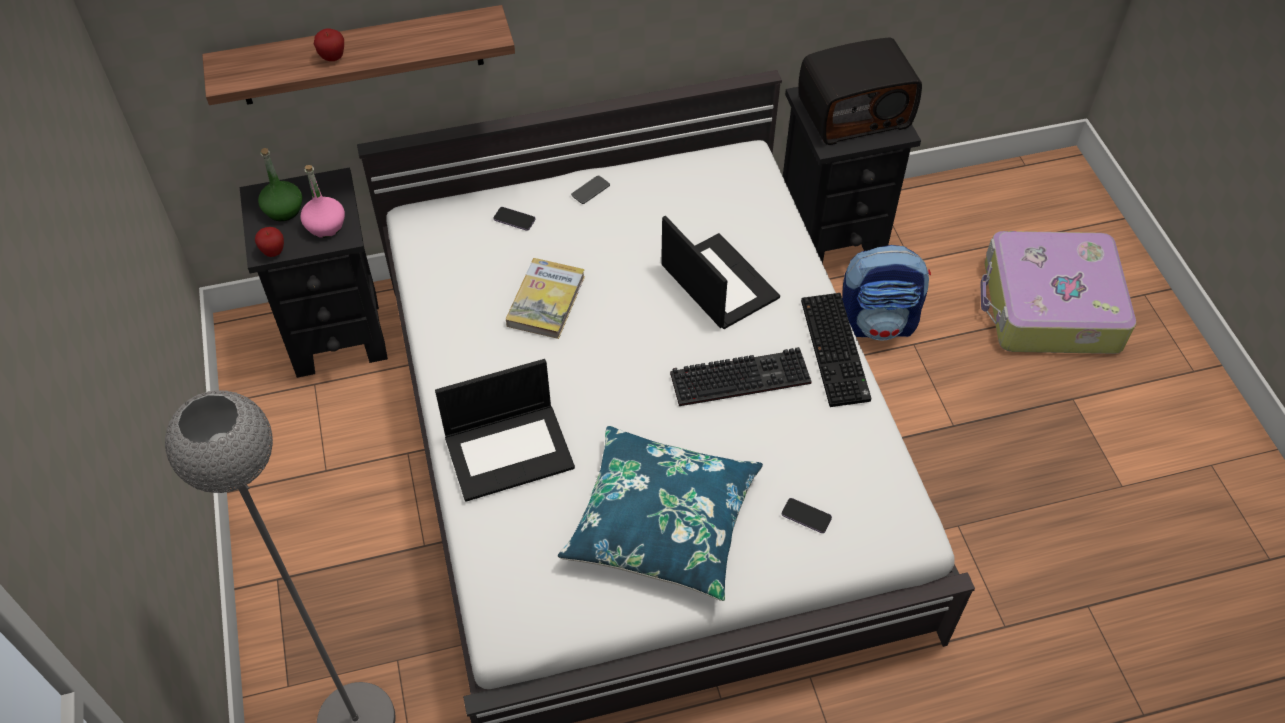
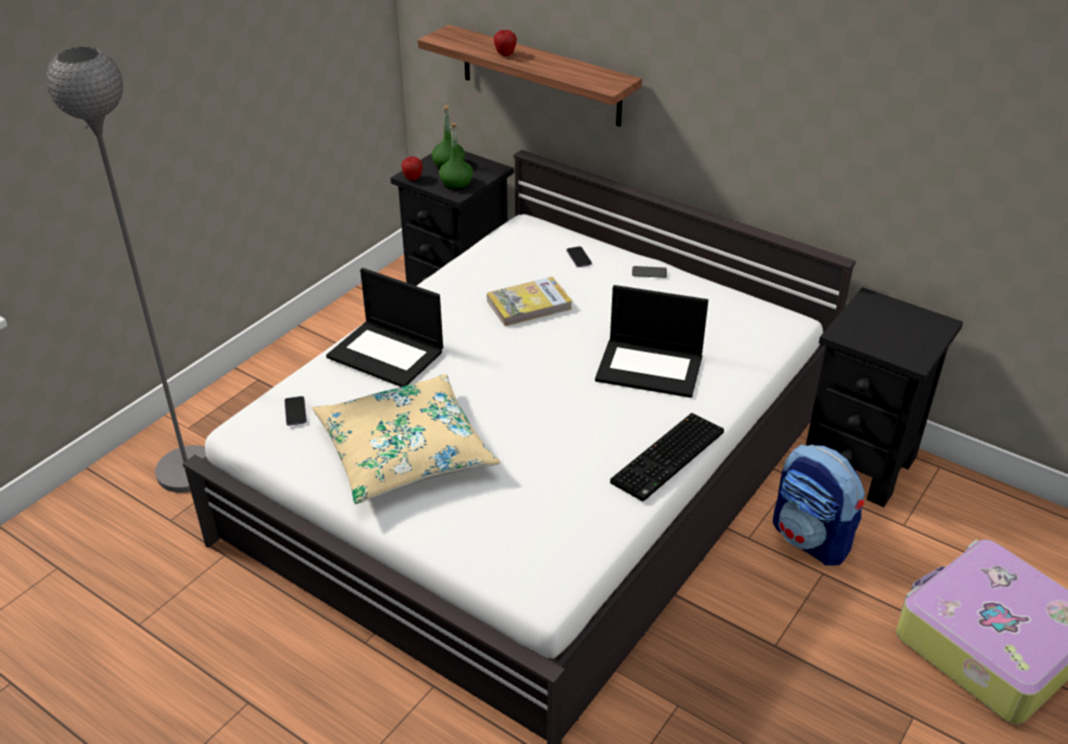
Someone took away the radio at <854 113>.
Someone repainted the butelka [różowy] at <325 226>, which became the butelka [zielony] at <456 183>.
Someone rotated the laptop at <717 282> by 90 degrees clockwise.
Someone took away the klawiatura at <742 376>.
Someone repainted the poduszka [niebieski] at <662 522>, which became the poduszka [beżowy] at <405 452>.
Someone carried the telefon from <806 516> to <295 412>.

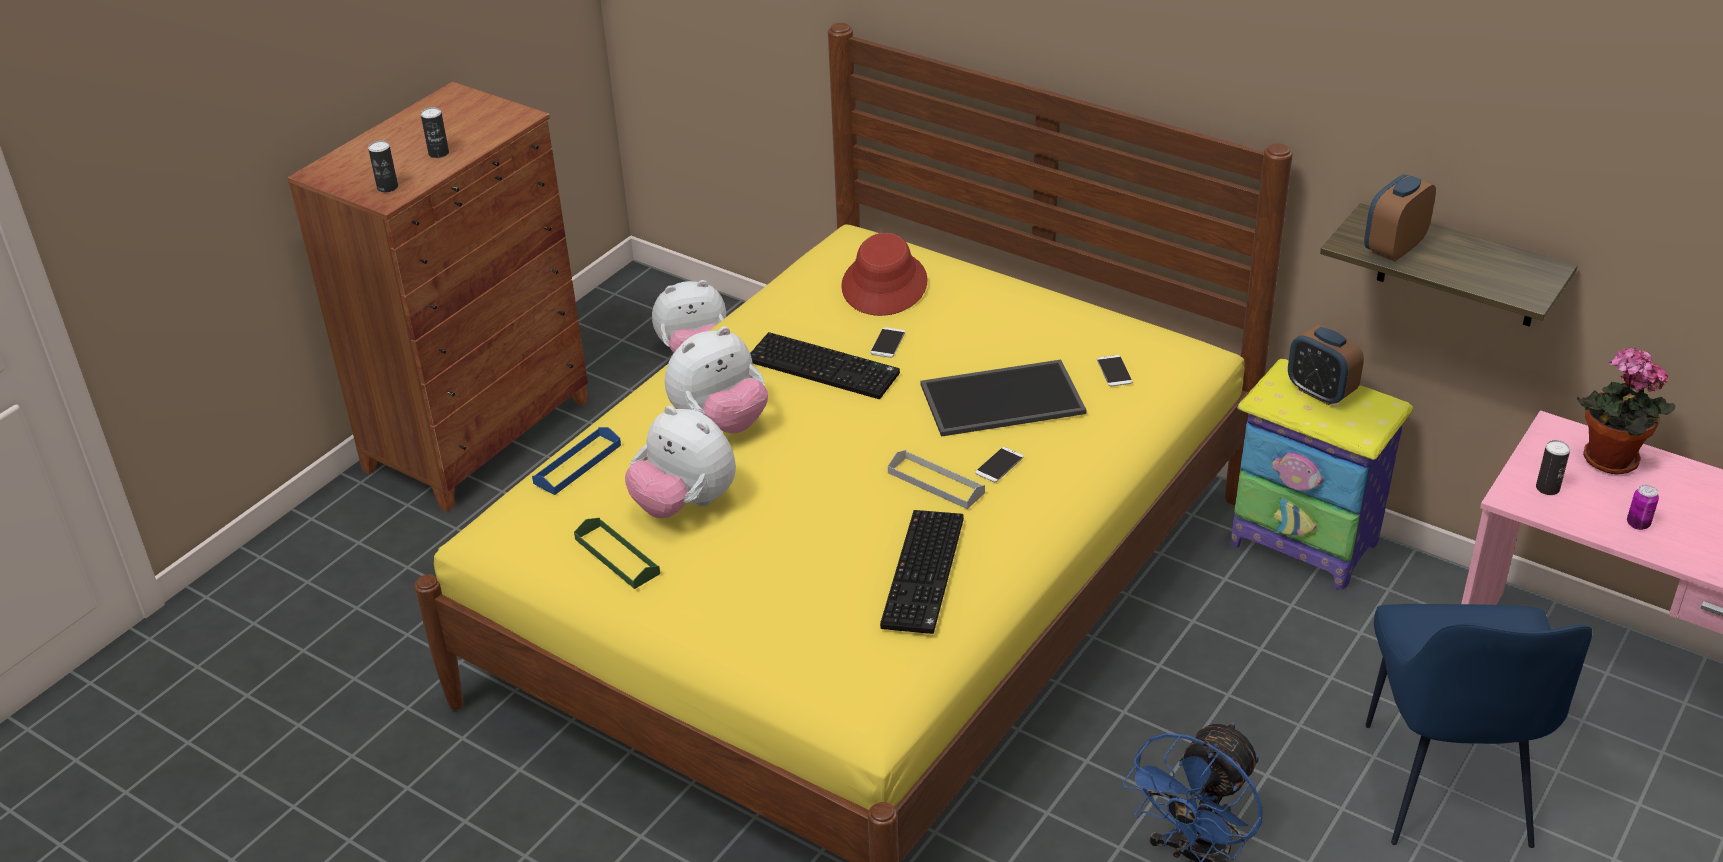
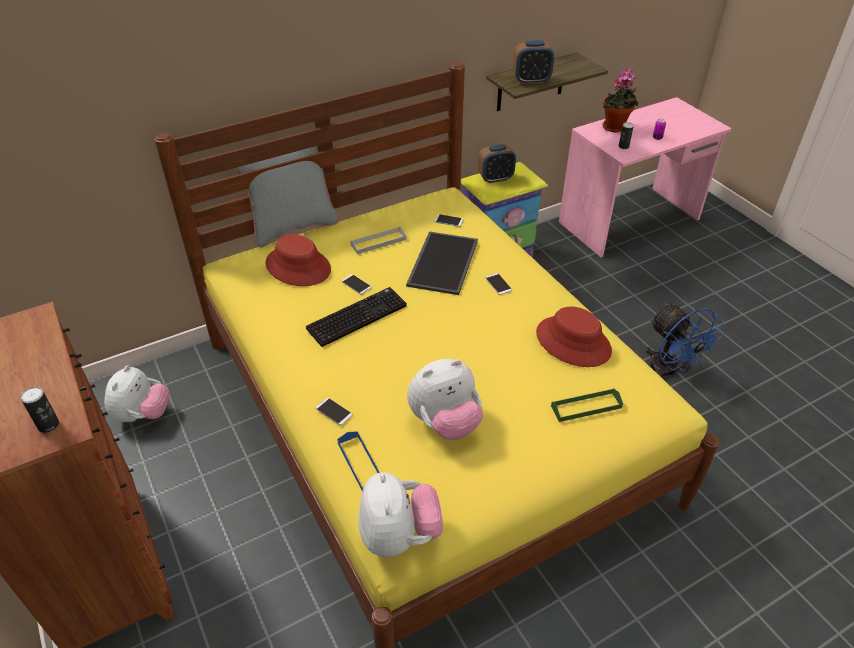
Someone took away the puszka at <438 153>.
Someone rotated the budzik at <1394 248> by 75 degrees counterclockwise.
Someone carried the pluszak from <720 422> to <399 536>.
Someone carried the taca [szary] from <936 483> to <378 242>.
Someone swapped the klawiatura at <925 574> for the kapelusz [czerwony] at <573 342>.
Someone carried the taca [zielony] from <617 556> to <586 407>.
Someone took away the krzesło [niebieski] at <1449 786>.
Someone put down the poduszka [szary] at <293 228>.
Someone put down the telefon at <333 412>.

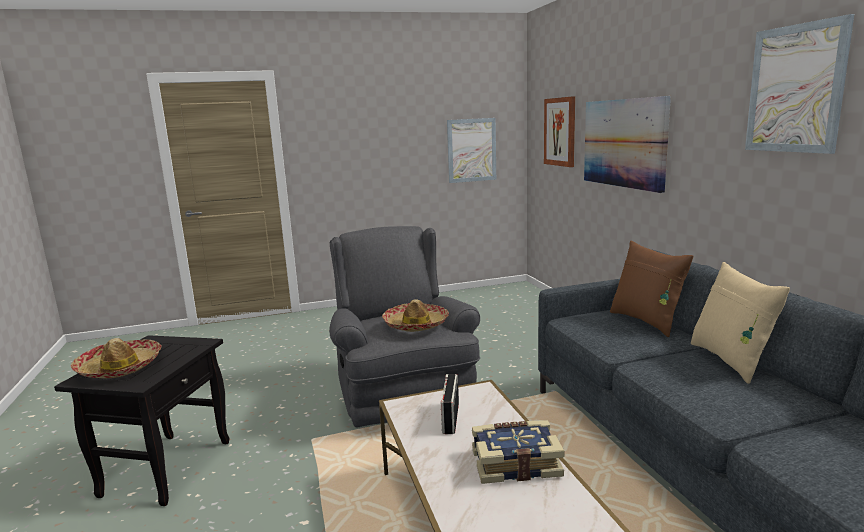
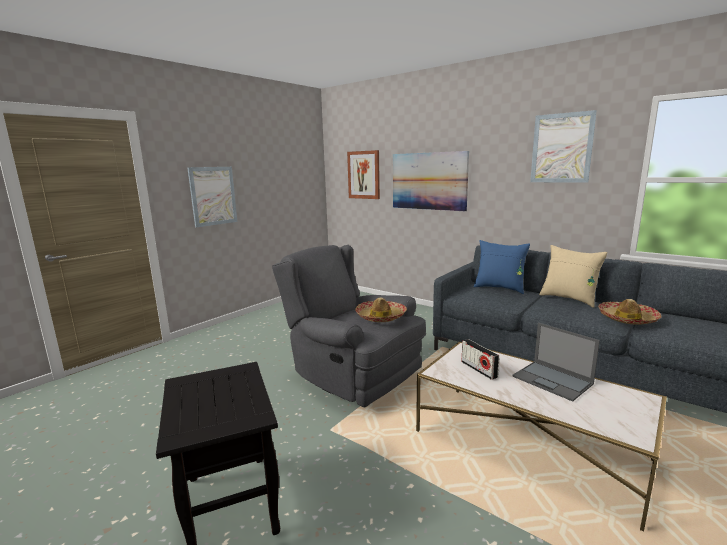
Someone carried the obraz from <471 150> to <213 196>.
Someone repainted the poduszka [brązowy] at <646 322>, which became the poduszka [niebieski] at <499 288>.
Someone carried the kapelusz from <120 367> to <627 319>.
Someone swapped the książka at <515 462> for the laptop at <553 380>.

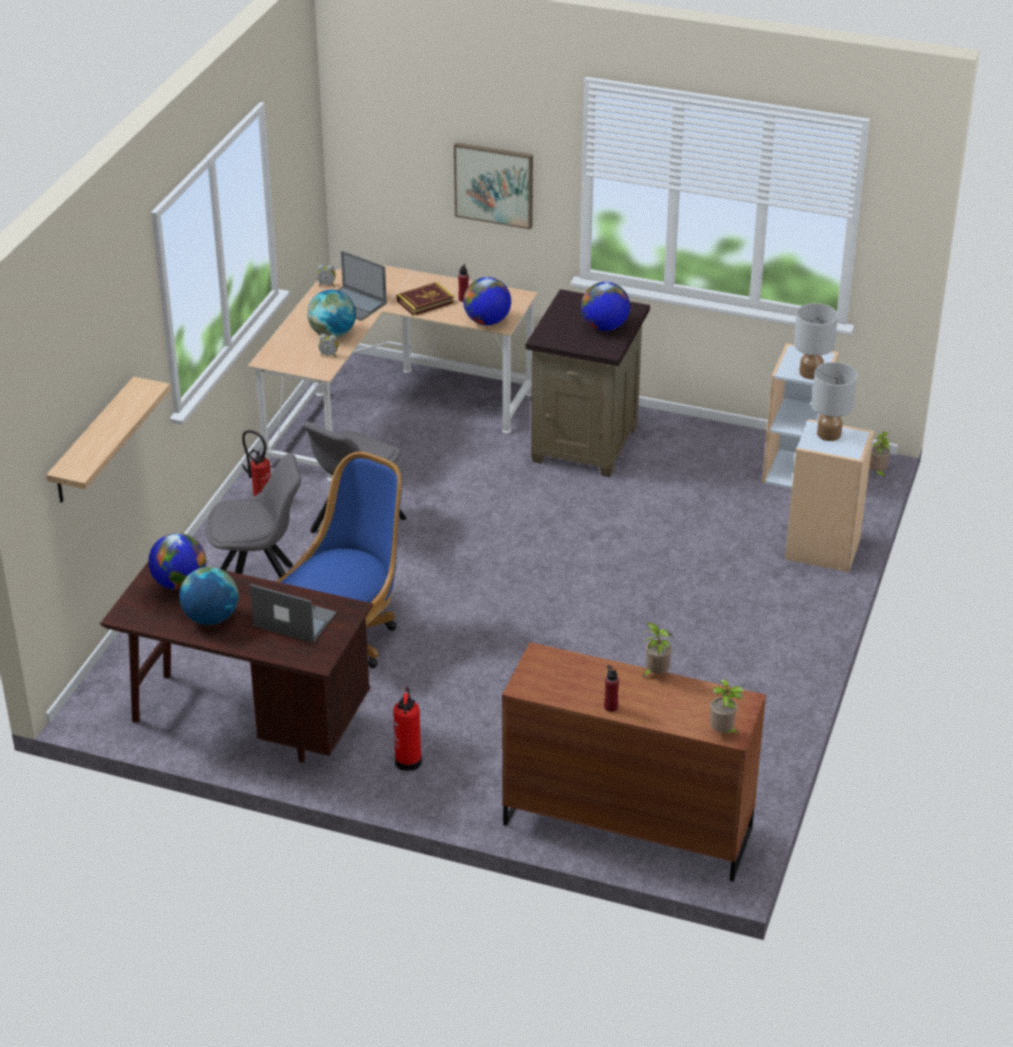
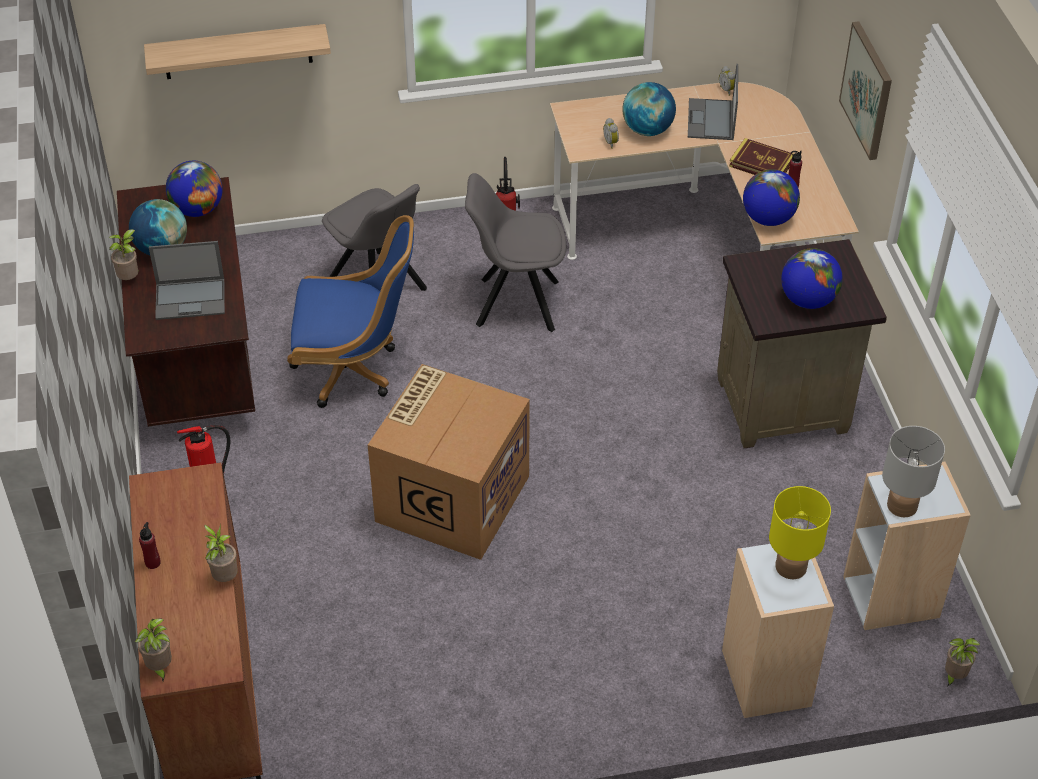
Someone repainted the lampa stołowa [szary] at <829 434>, which became the lampa stołowa [żółty] at <791 567>.
Someone rotated the laptop at <293 620> by 90 degrees clockwise.
Someone put down the roślina doniczkowa at <130 279>.
Someone put down the karton at <452 497>.

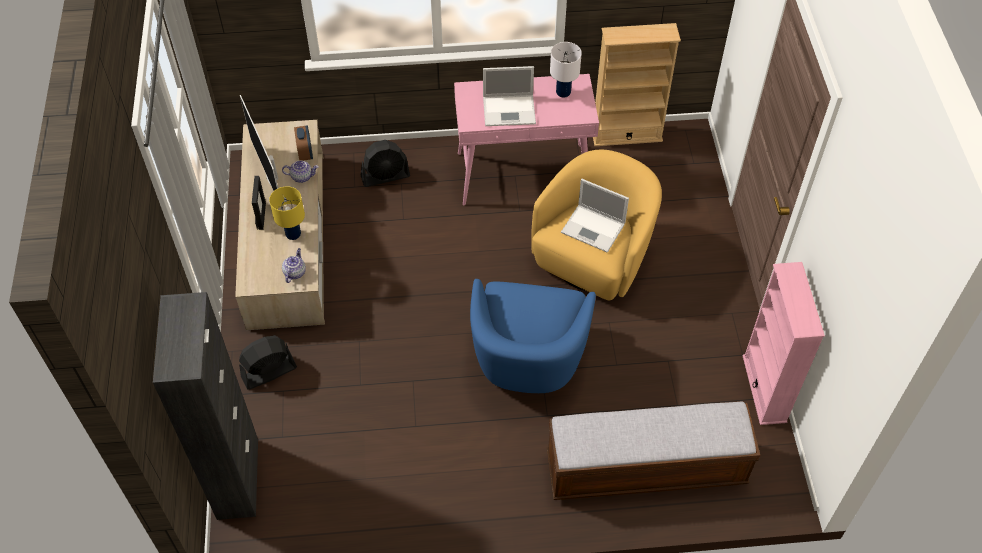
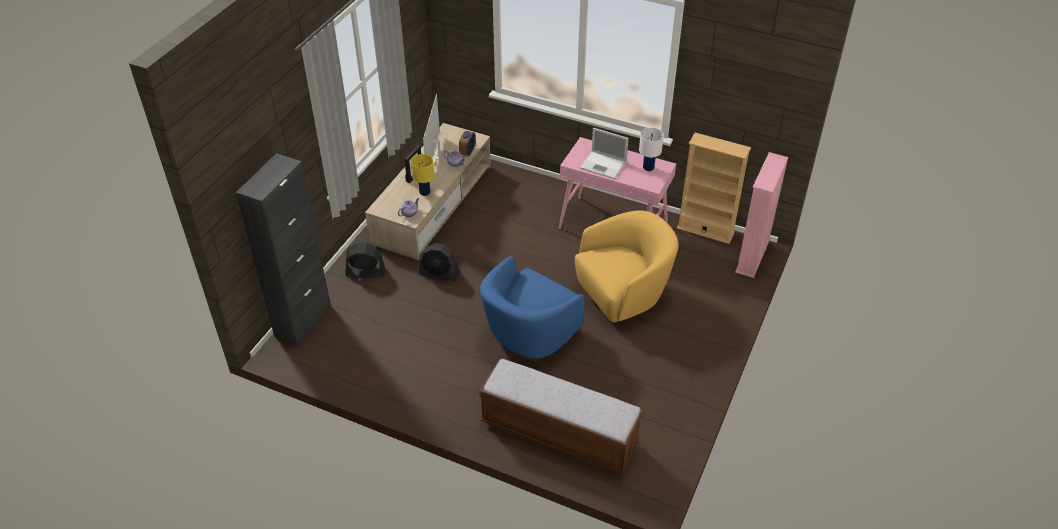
Someone carried the wentylator [czarny] from <385 176> to <439 273>.
Someone took away the laptop at <594 228>.
Someone carried the regał [różowy] from <764 388> to <752 257>.

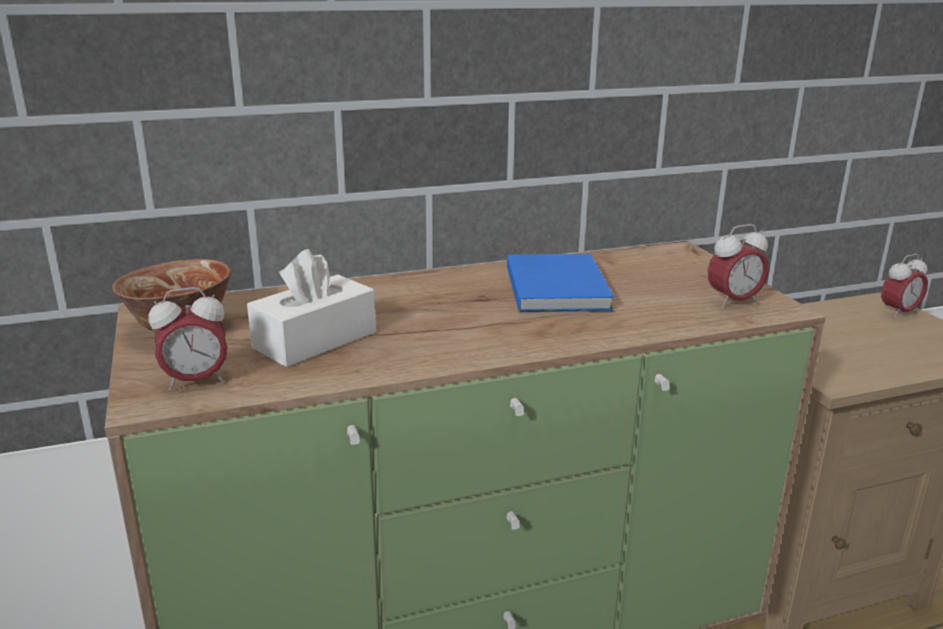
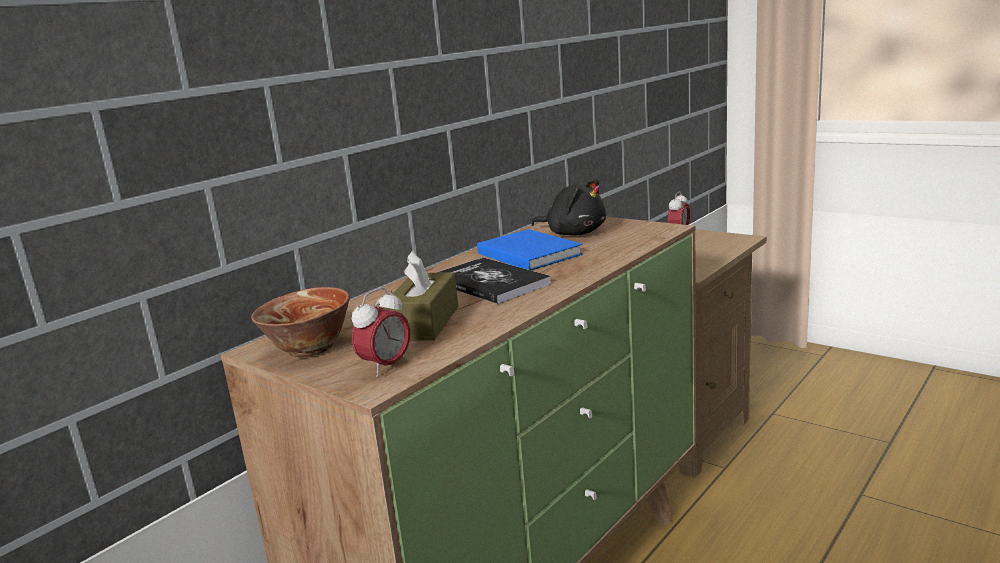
Someone took away the budzik at <733 302>.
Someone repainted the pudełko chusteczek [biały] at <315 340>, which became the pudełko chusteczek [brązowy] at <425 323>.
Someone put down the pluszak [czarny] at <574 233>.
Someone put down the książka at <490 283>.

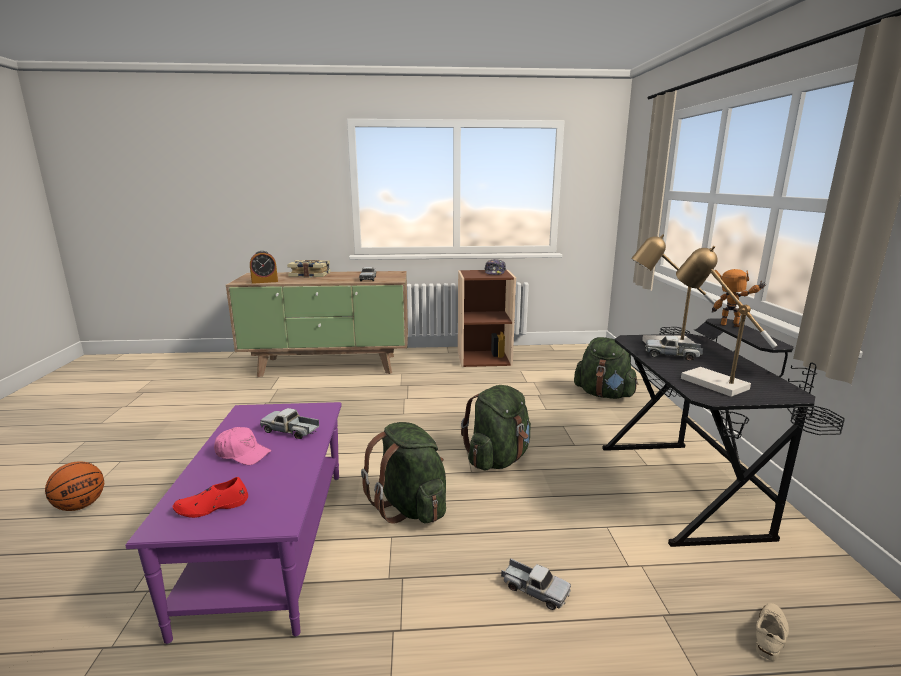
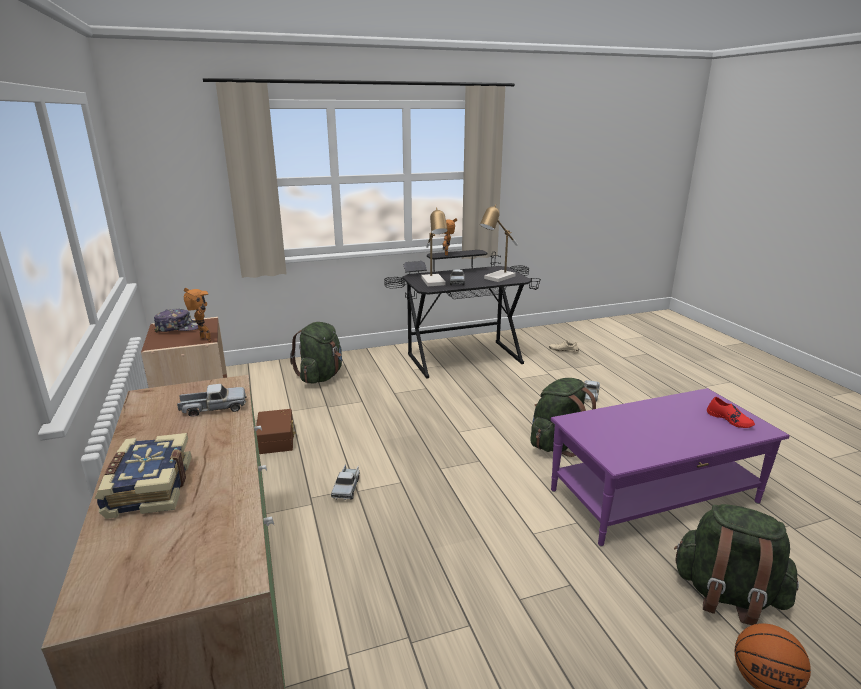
Someone took away the budzik at <264 281>.
Someone carried the plecak [zielony] from <498 459> to <727 595>.
Someone carried the ciężarówka zabawkowa from <291 431> to <347 487>.
Someone took away the czapka z daszkiem [różowy] at <242 454>.
Someone put down the robot zabawkowy at <203 340>.
Someone put down the pojemnik do przechowywania [brązowy] at <277 439>.

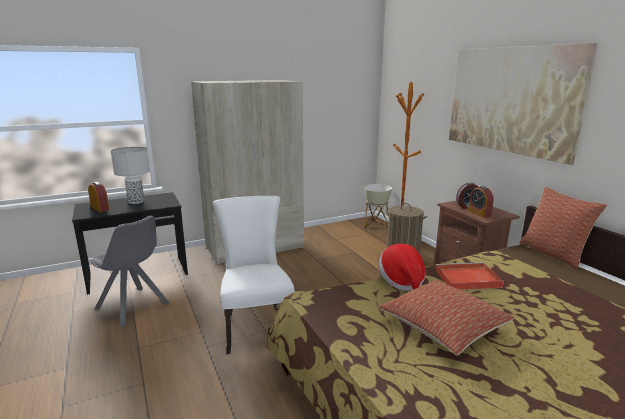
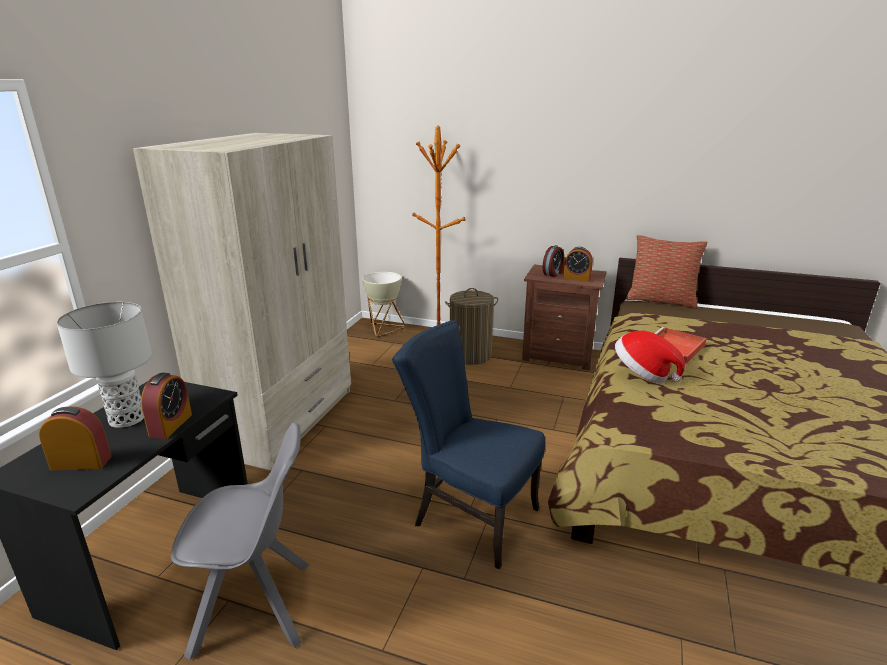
Someone took away the obraz at <510 100>.
Someone repainted the krzesło [biały] at <256 325>, which became the krzesło [niebieski] at <469 515>.
Someone took away the poduszka at <443 327>.
Someone put down the budzik at <171 425>.

